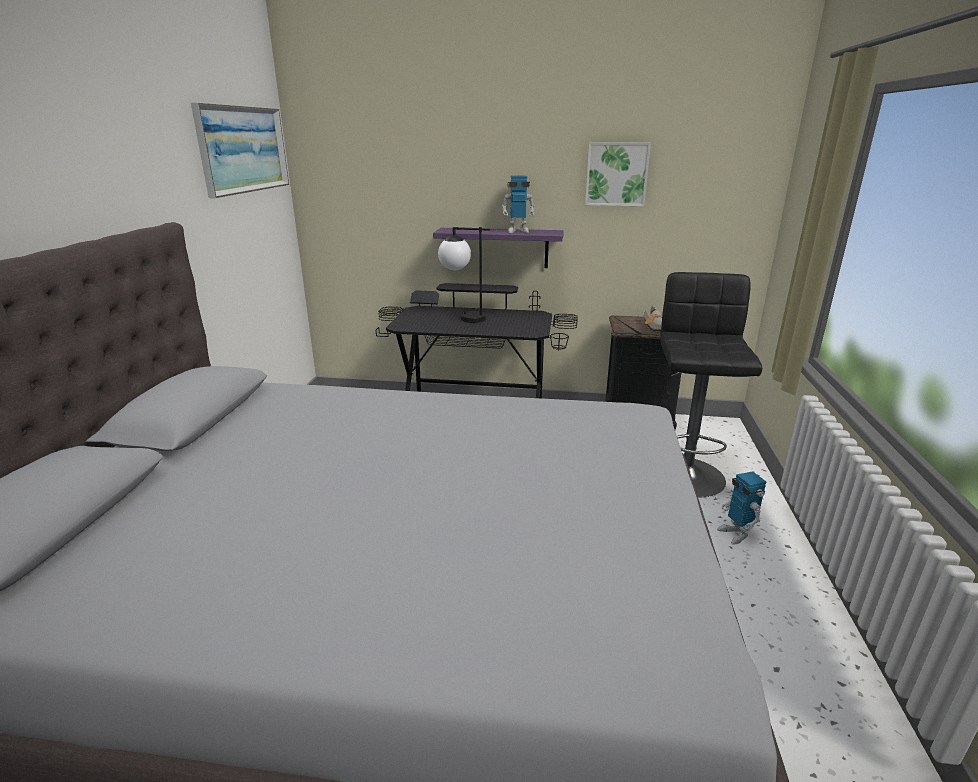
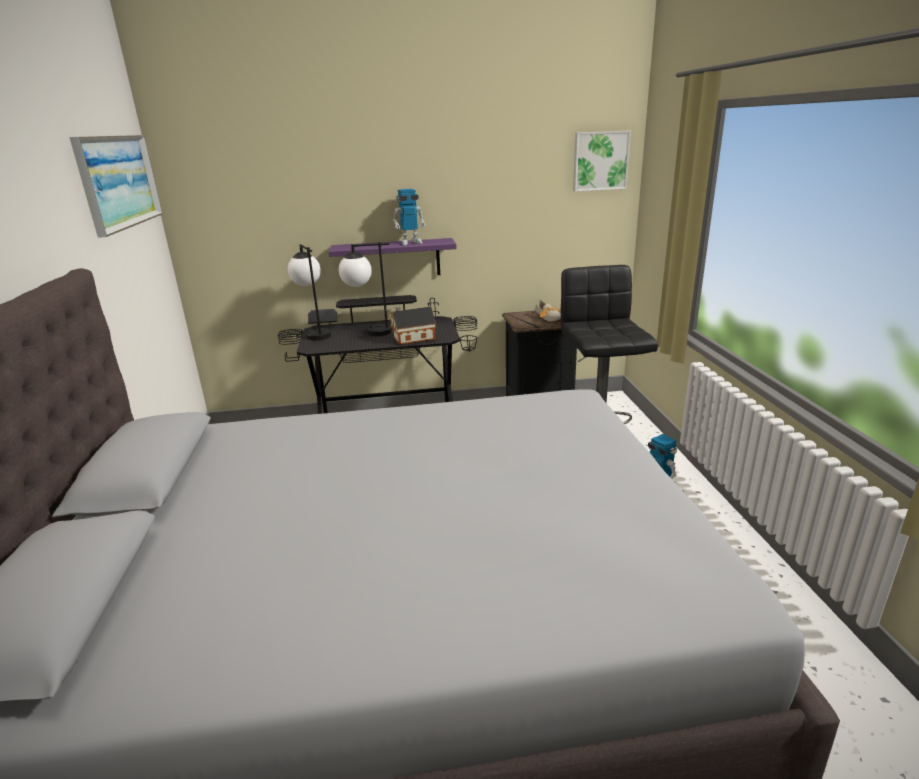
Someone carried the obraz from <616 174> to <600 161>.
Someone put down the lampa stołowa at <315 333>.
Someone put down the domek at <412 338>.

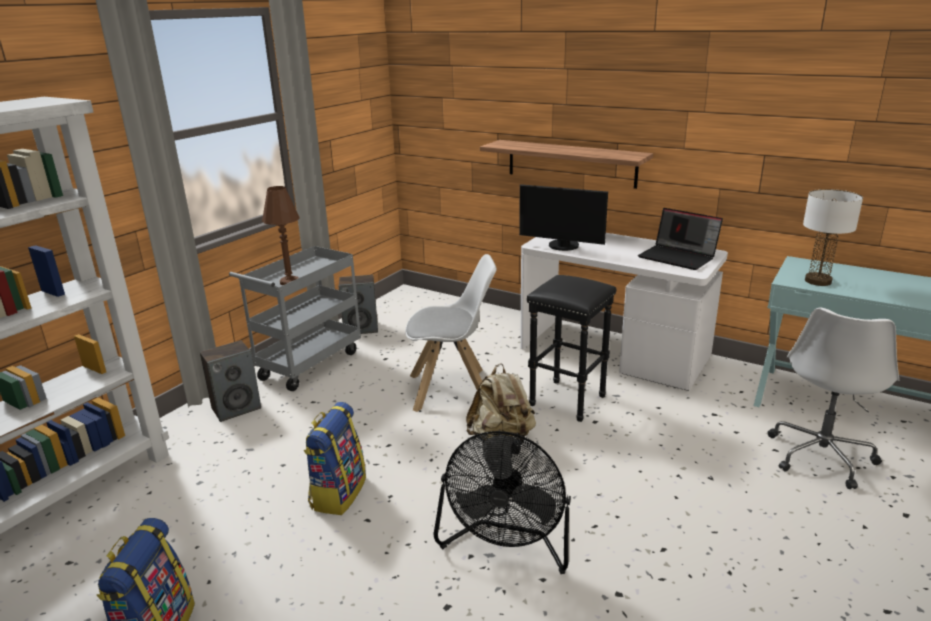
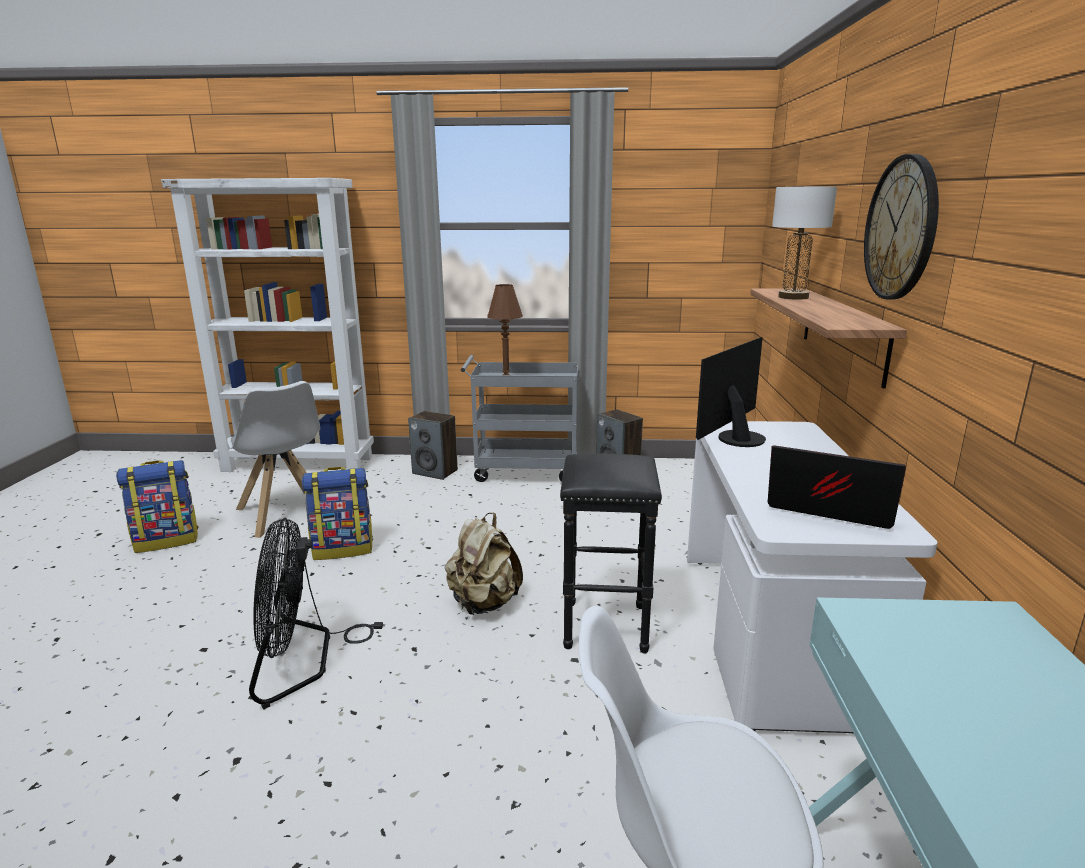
Someone rotated the monitor at <562 246> by 45 degrees clockwise.
Someone carried the lampa stołowa from <818 281> to <793 297>.
Someone rotated the laptop at <678 257> by 105 degrees clockwise.
Someone carried the krzesło from <452 390> to <285 514>.
Someone put up the zegar ścienny at <901 228>.

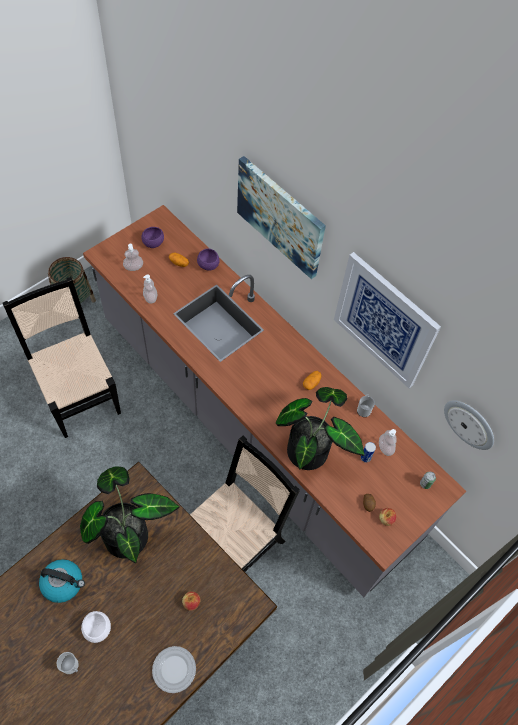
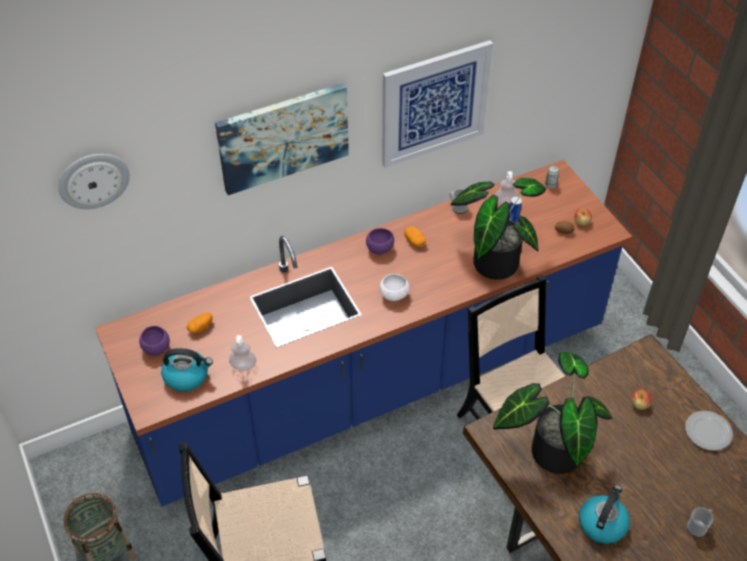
Someone repainted the zabudowa kuchenna [szary] at <253 426>, which became the zabudowa kuchenna [niebieski] at <373 382>.
Someone swapped the dozownik mydła at <133 267> for the czajnik at <187 376>.
Someone carried the miska [fioletowy] from <208 265> to <380 249>.
Someone carried the zegar ścienny from <470 423> to <93 180>.
Someone carried the miska [biały] from <97 629> to <394 295>.

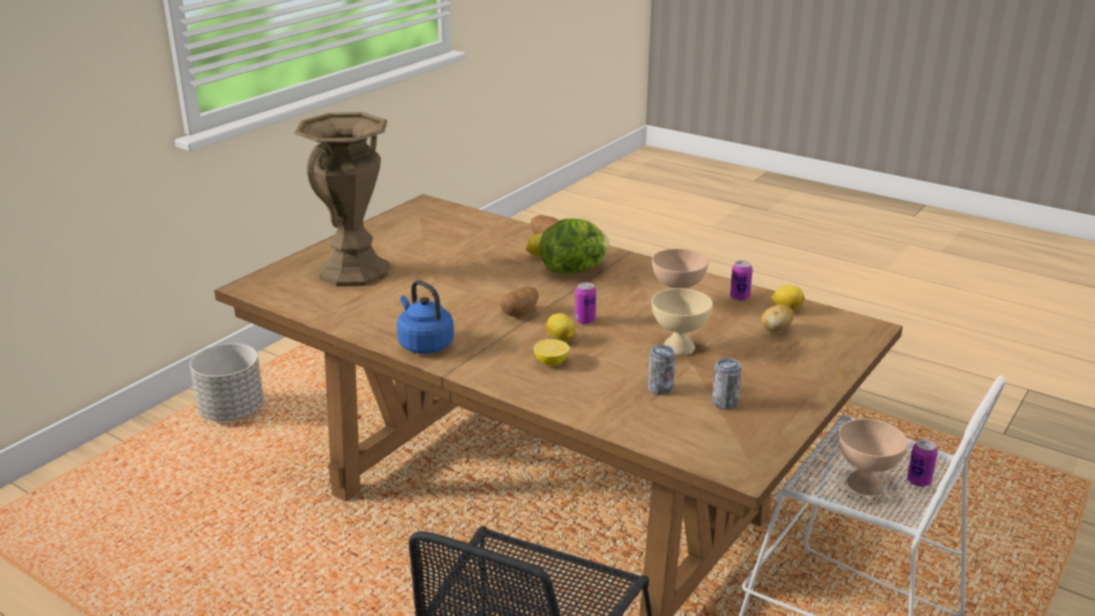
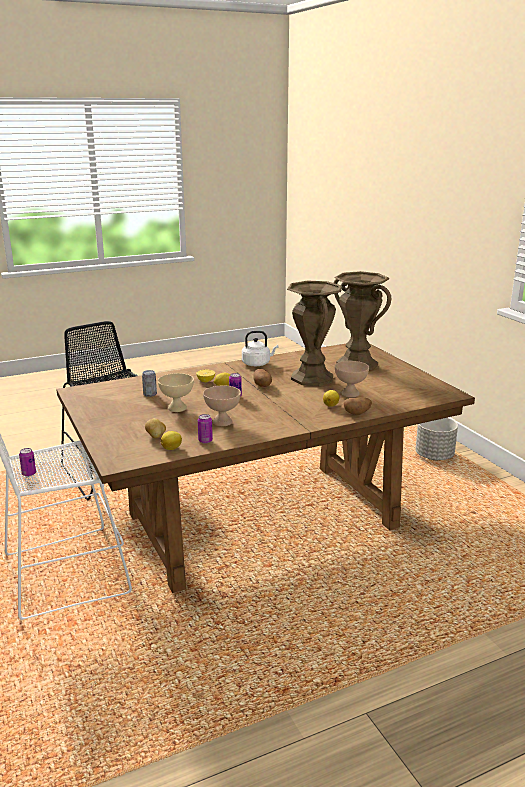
Someone took away the sałata at <575 270>.
Someone repainted the czajnik [niebieski] at <424 344>, which became the czajnik [biały] at <257 364>.
Someone took away the puszka at <724 403>.
Someone carried the miska [beżowy] from <864 485> to <350 393>.
Someone put down the wazon [brązowy] at <312 378>.

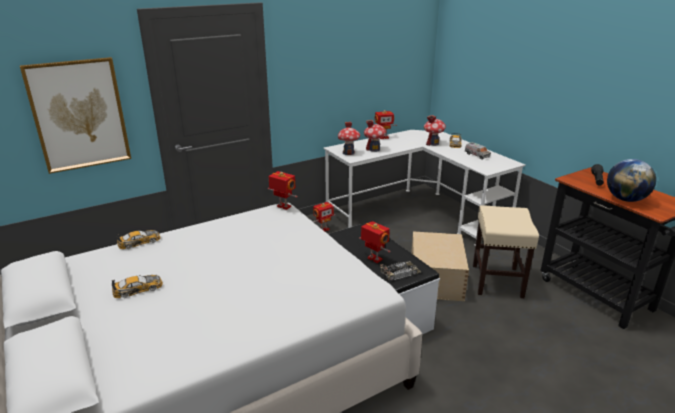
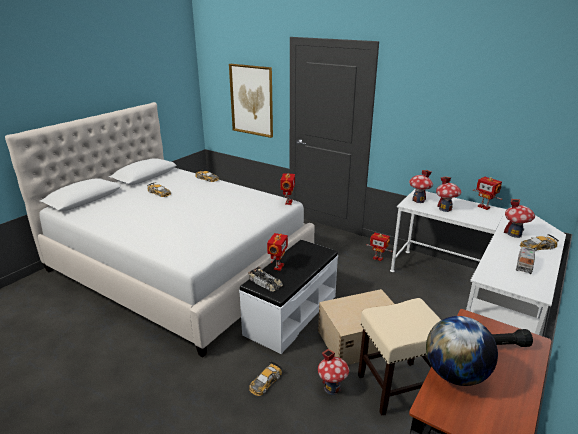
Someone put down the domek at <332 388>.
Someone put down the samochodzik at <265 382>.

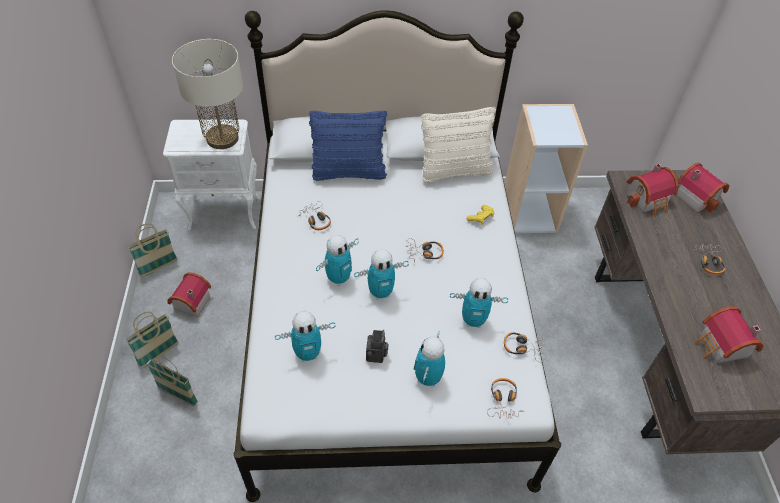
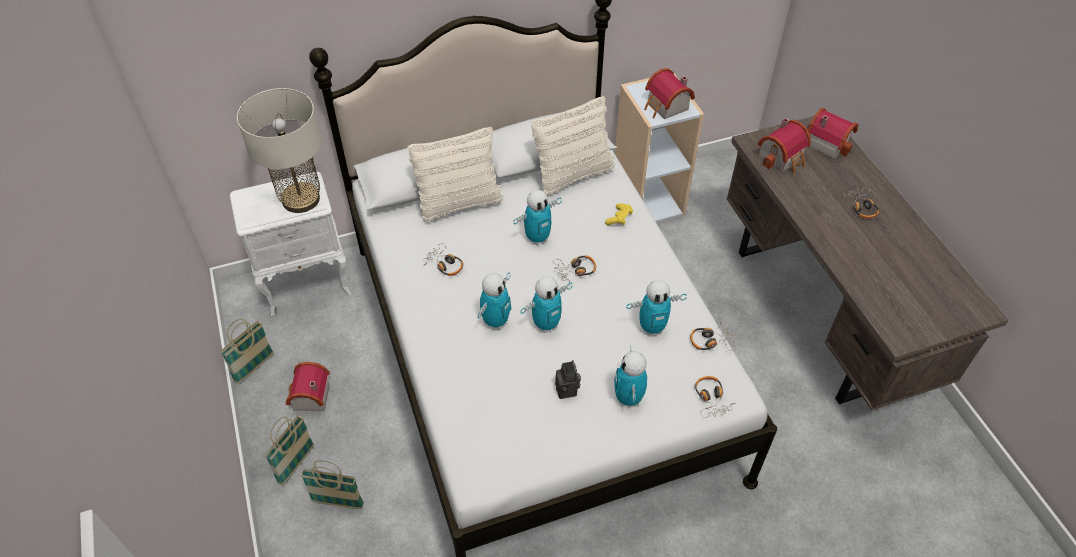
Someone repainted the poduszka [niebieski] at <349 172>, which became the poduszka [beżowy] at <459 203>.
Someone carried the domek from <721 347> to <666 107>.
Someone carried the robot zabawkowy from <308 353> to <537 238>.

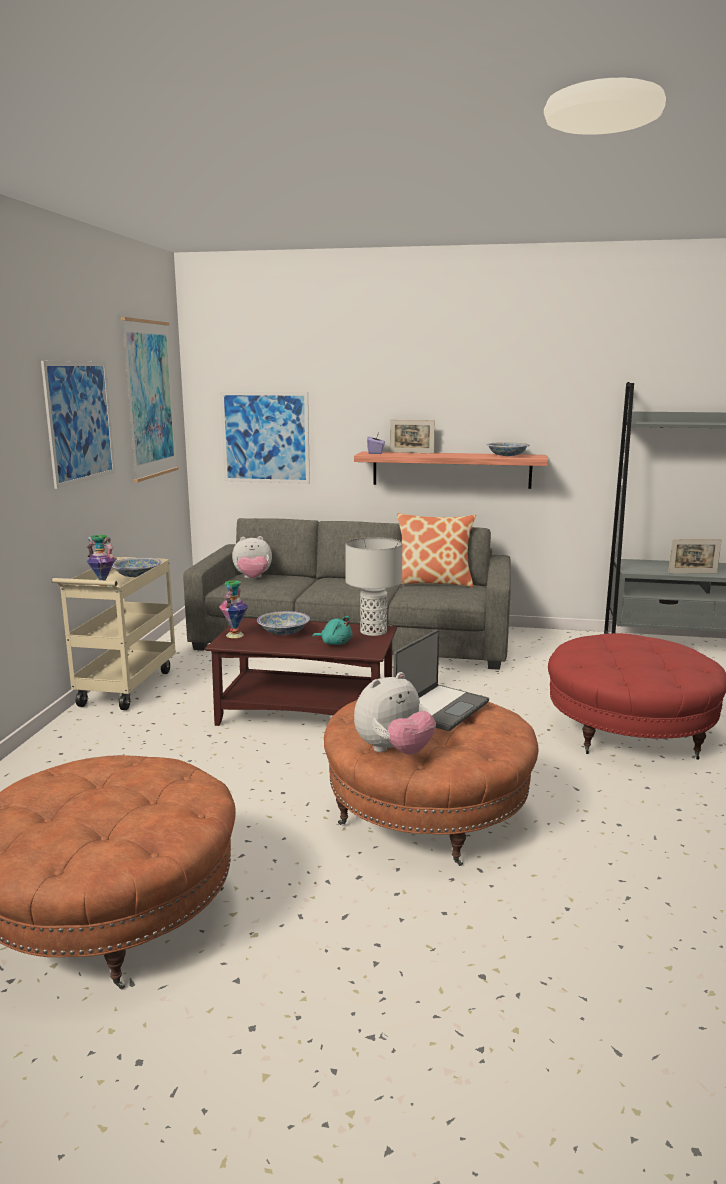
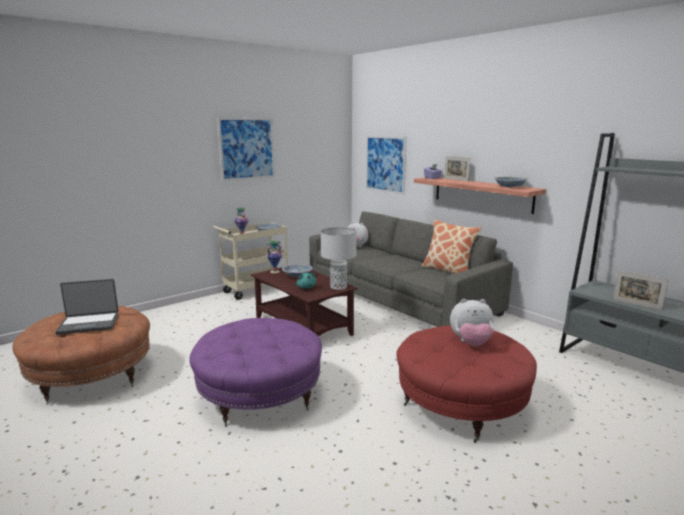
Someone took away the obraz at <150 399>.
Someone carried the laptop from <440 708> to <89 324>.
Someone carried the pluszak from <394 751> to <471 343>.
Someone repainted the pufa [brązowy] at <427 814>, which became the pufa [fioletowy] at <260 395>.

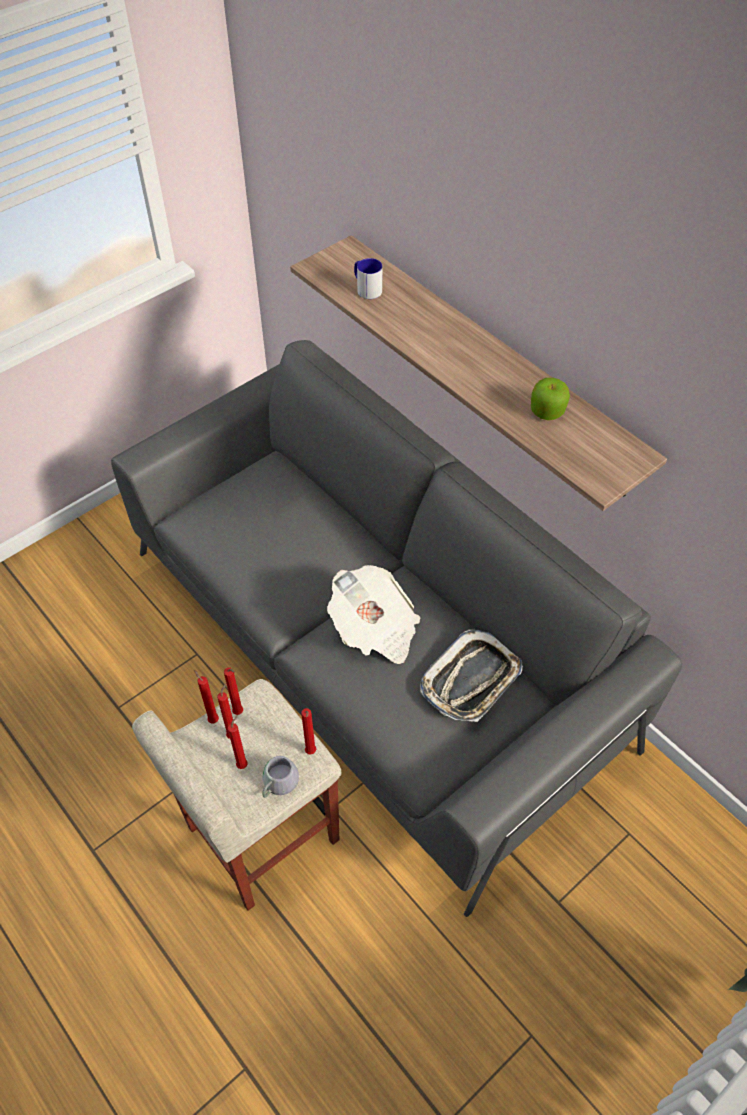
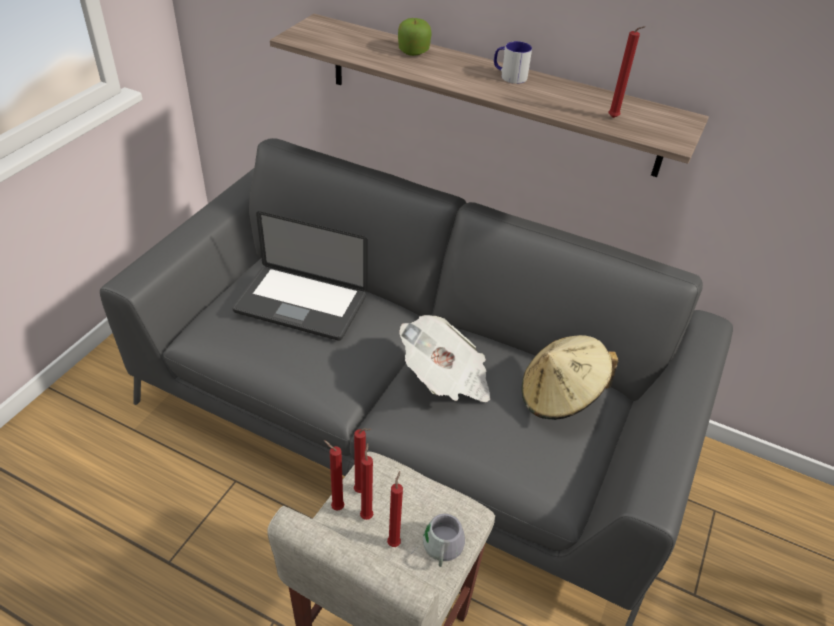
Someone carried the kubek from <366 288> to <509 76>.
Someone carried the jabłko from <547 411> to <413 51>.
Someone swapped the taca at <471 680> for the kapelusz [beżowy] at <560 396>.
Someone carried the świeca [czerwony] from <310 753> to <614 118>.
Someone put down the laptop at <301 304>.

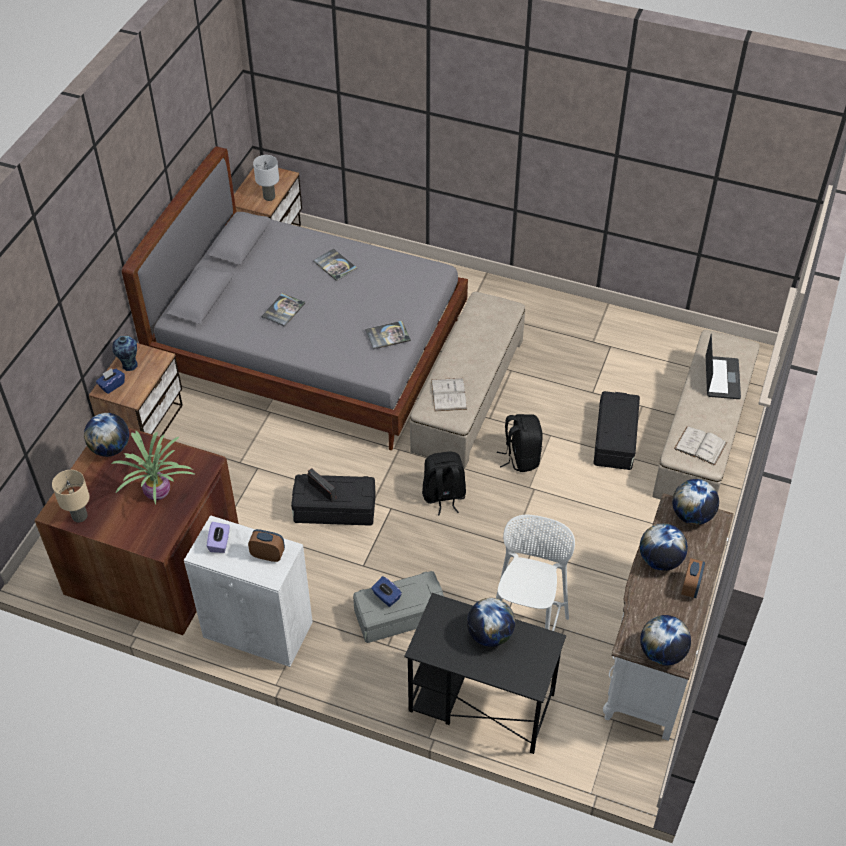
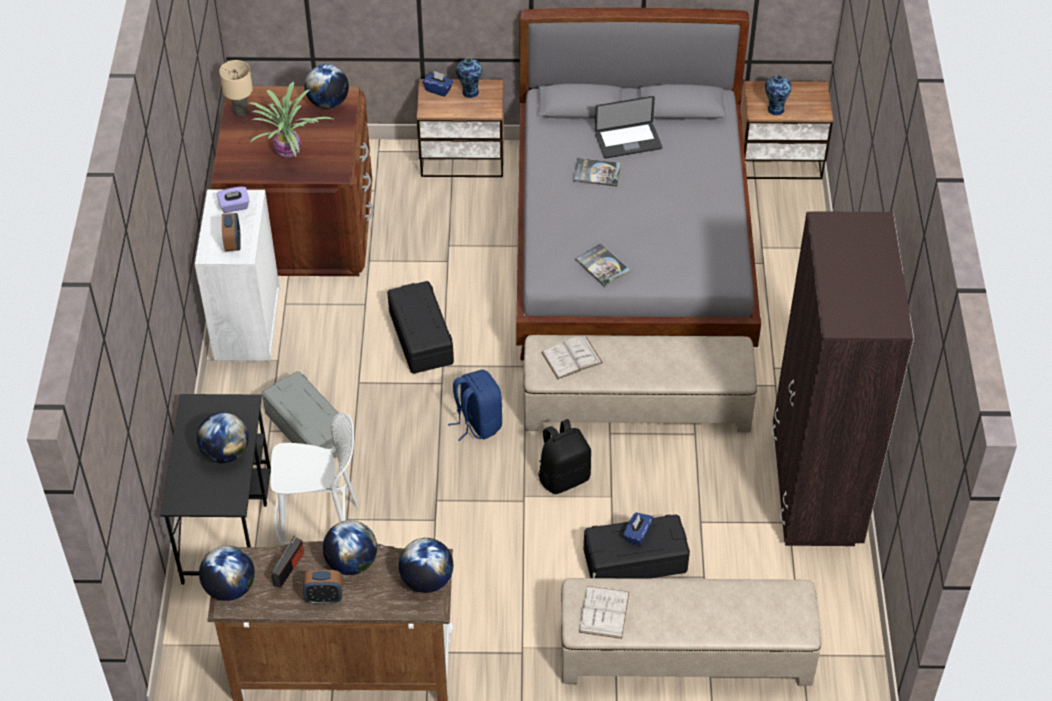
Someone swapped the lampa stołowa [biały] at <268 197> for the wazon at <775 109>.
Someone took away the książka at <335 265>.
Someone carried the laptop from <722 378> to <628 141>.
Someone repainted the plecak [czarny] at <443 496>, which became the plecak [niebieski] at <477 423>.
Someone carried the radio from <322 490> to <288 569>.
Someone carried the pudełko chusteczek [niebieski] from <386 597> to <637 534>.
Someone put down the szafa [brązowy] at <815 487>.

